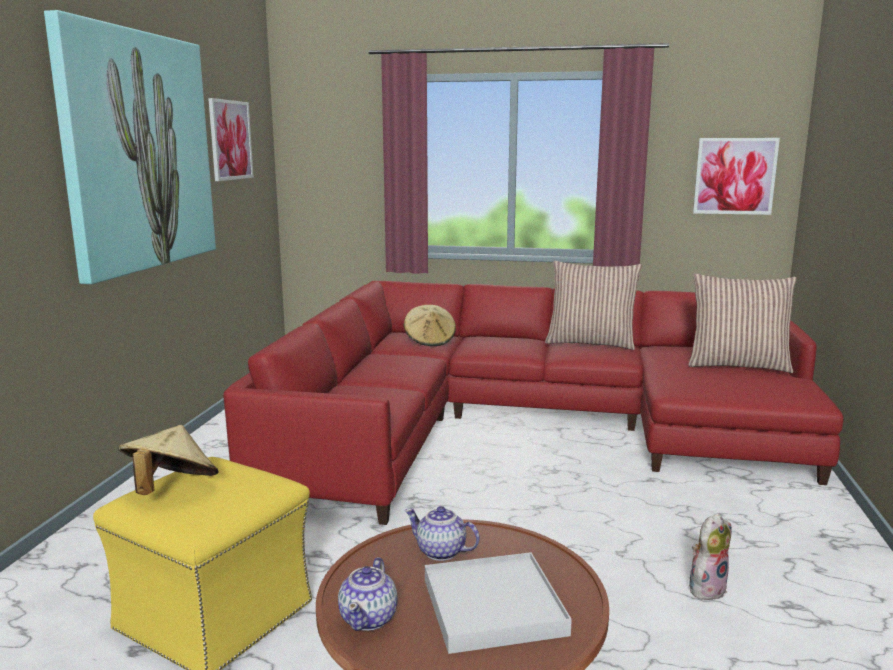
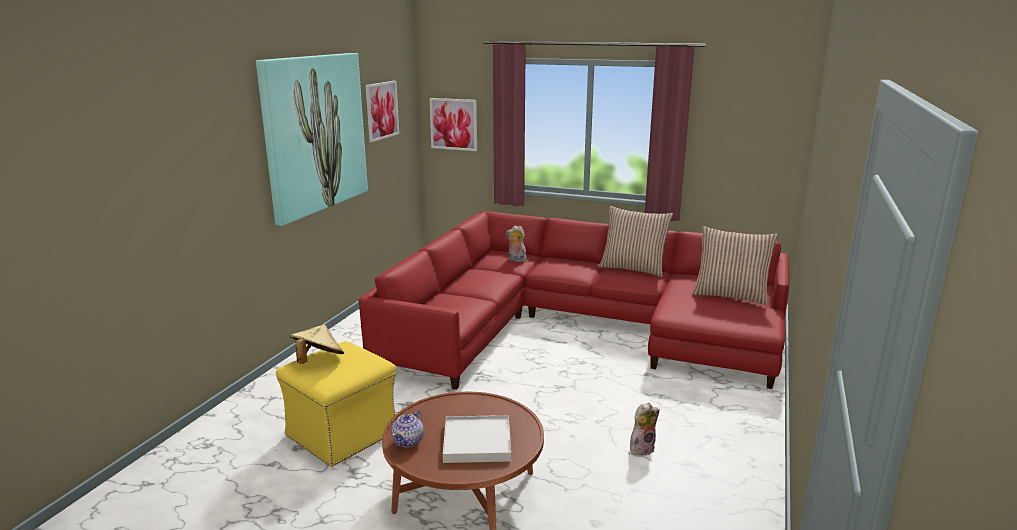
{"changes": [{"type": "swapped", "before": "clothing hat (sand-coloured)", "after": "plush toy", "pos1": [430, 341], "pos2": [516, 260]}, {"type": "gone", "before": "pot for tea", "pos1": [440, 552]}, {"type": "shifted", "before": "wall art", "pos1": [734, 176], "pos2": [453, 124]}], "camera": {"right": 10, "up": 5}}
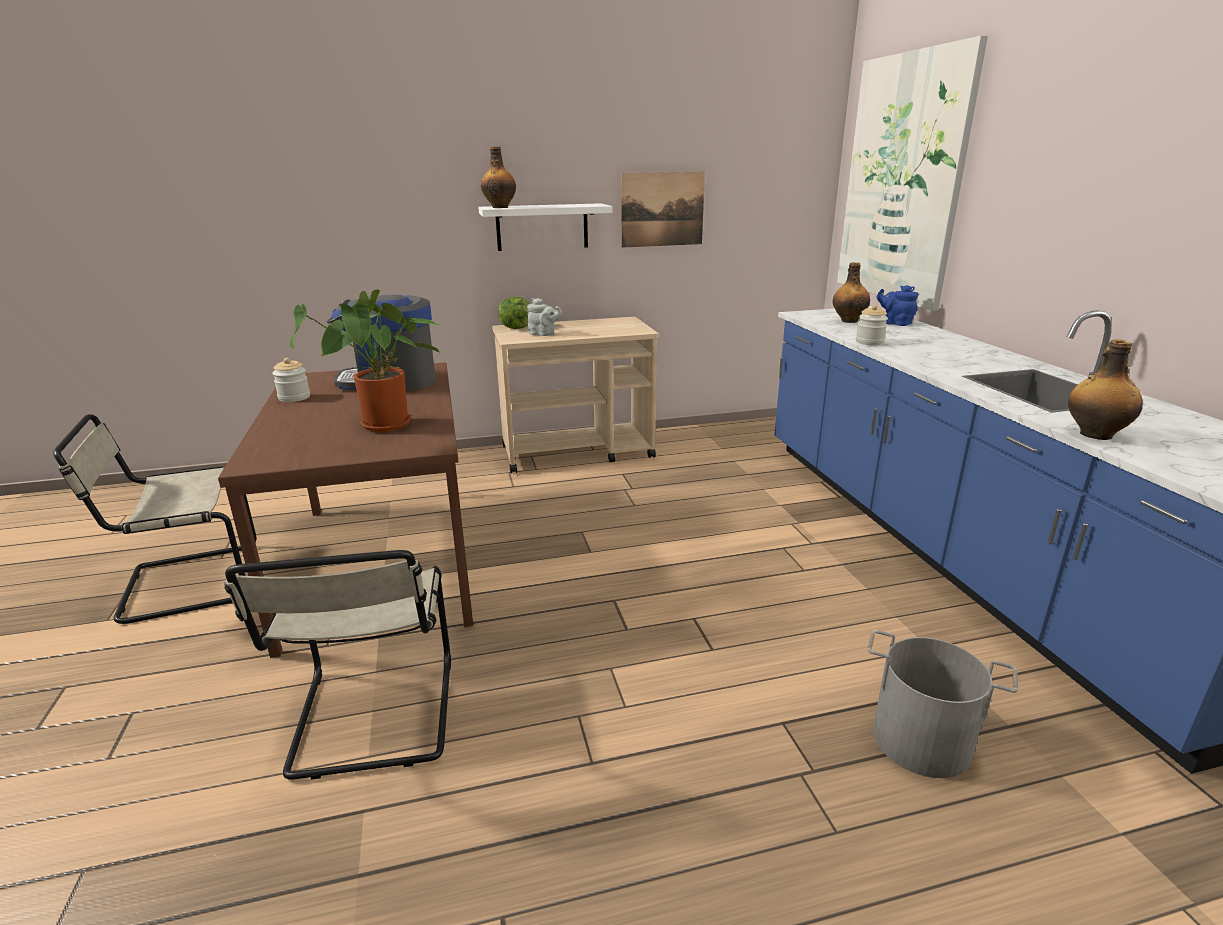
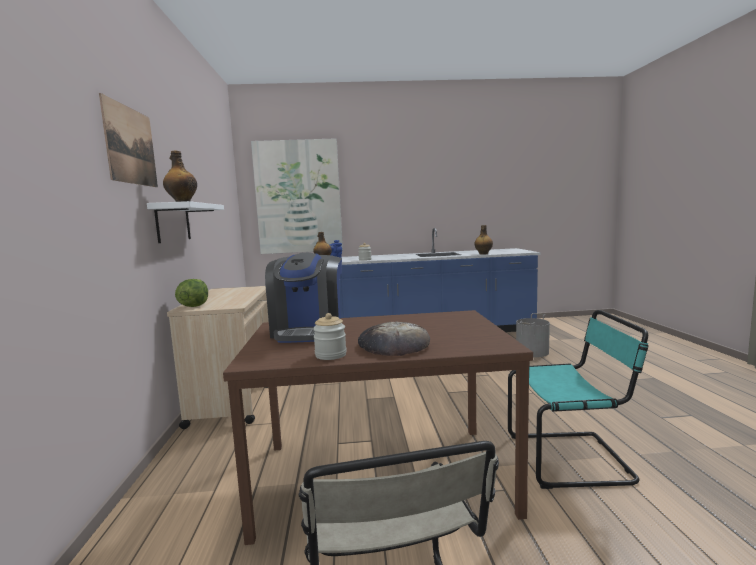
{"changes": [{"type": "repainted", "before": "plain chair (sand-coloured)", "after": "plain chair (blue-green)", "pos1": [373, 719], "pos2": [573, 458]}, {"type": "gone", "before": "plant in a pot", "pos1": [385, 427]}, {"type": "gone", "before": "pot for tea (greyish)", "pos1": [543, 334]}, {"type": "shifted", "before": "wall art", "pos1": [662, 209], "pos2": [131, 145]}, {"type": "new", "after": "bakery bread", "pos2": [394, 345]}], "camera": {"right": -80, "up": -15}}
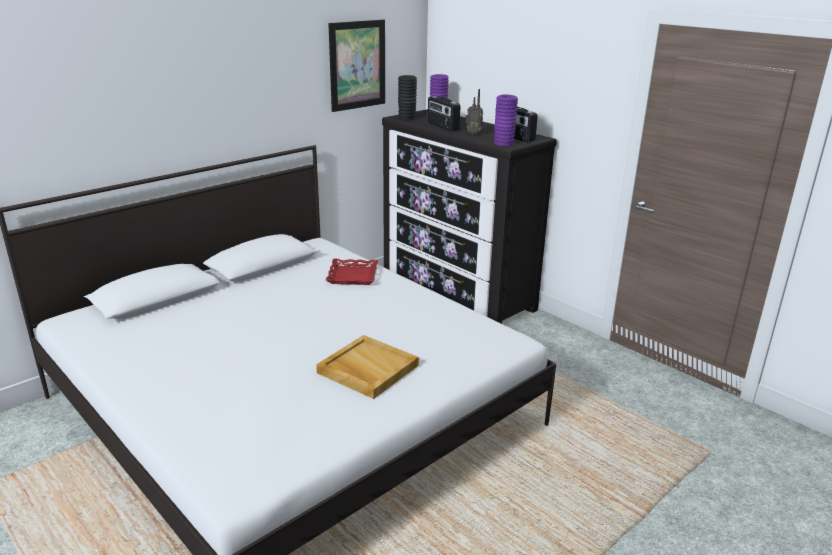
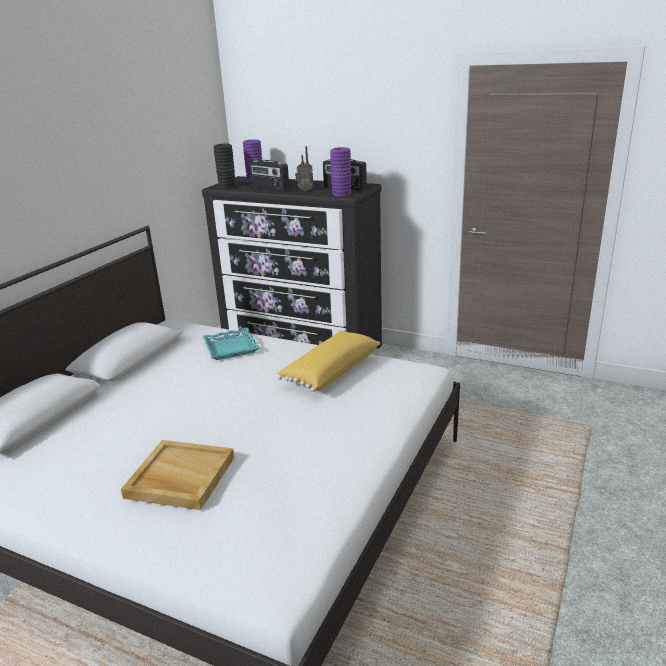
{"changes": [{"type": "shifted", "before": "serving tray (sand-coloured)", "pos1": [367, 369], "pos2": [179, 477]}, {"type": "repainted", "before": "serving tray (red-coloured)", "after": "serving tray (blue-green)", "pos1": [353, 276], "pos2": [231, 348]}, {"type": "gone", "before": "wall art", "pos1": [357, 65]}, {"type": "new", "after": "cushion (yellow)", "pos2": [330, 371]}], "camera": {"right": -20, "up": 0}}
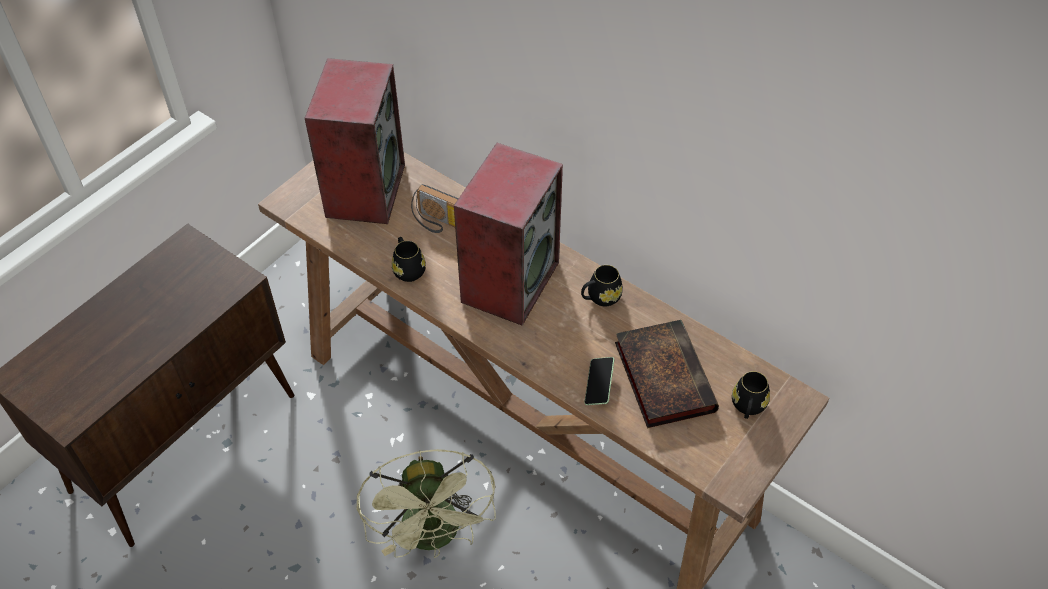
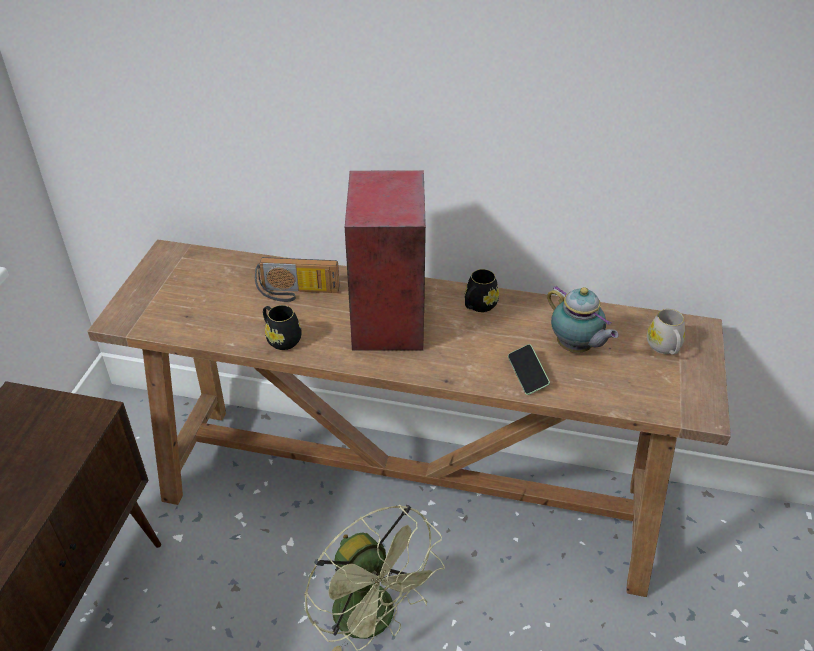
{"changes": [{"type": "gone", "before": "loudspeaker", "pos1": [364, 189]}, {"type": "swapped", "before": "volume", "after": "pot for tea", "pos1": [662, 375], "pos2": [575, 348]}, {"type": "repainted", "before": "tea mug (blackish)", "after": "tea mug (whitish)", "pos1": [747, 407], "pos2": [665, 348]}], "camera": {"right": -25, "up": -10}}
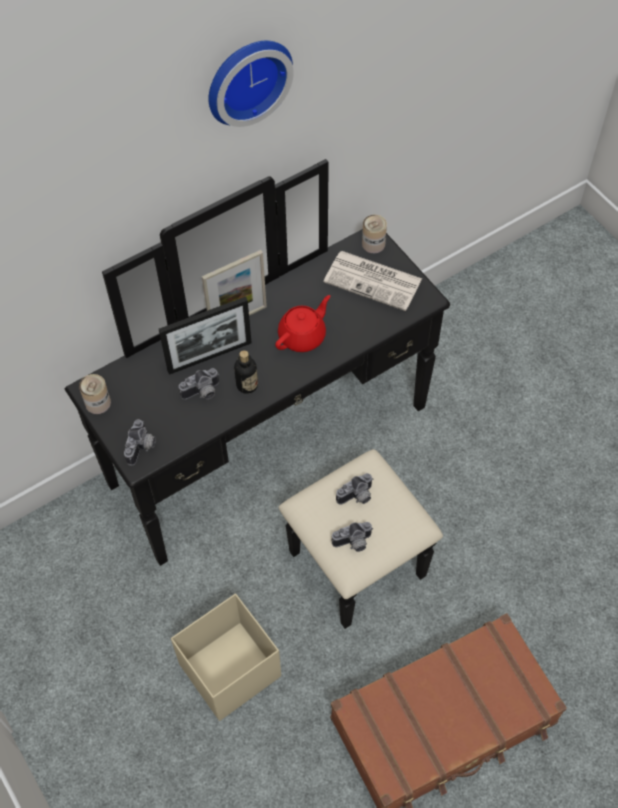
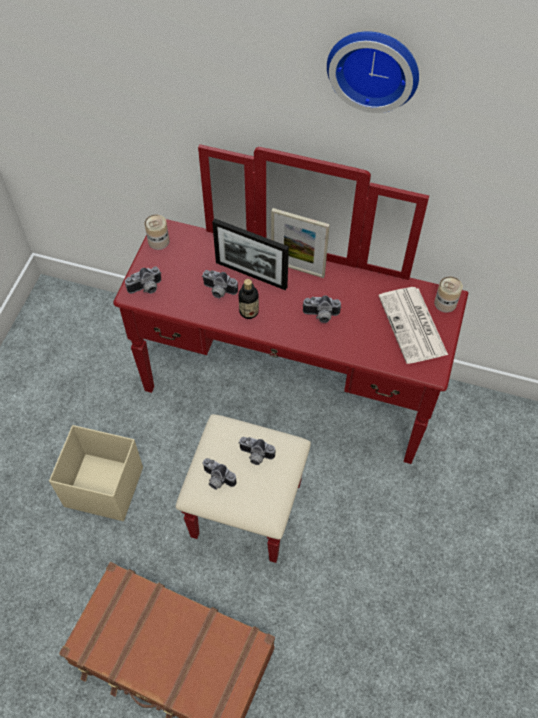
{"changes": [{"type": "repainted", "before": "drawer chest (blackish)", "after": "drawer chest (red-coloured)", "pos1": [290, 470], "pos2": [280, 414]}, {"type": "swapped", "before": "pot for tea (red-coloured)", "after": "photo camera", "pos1": [303, 336], "pos2": [321, 316]}], "camera": {"right": 50, "up": 0}}
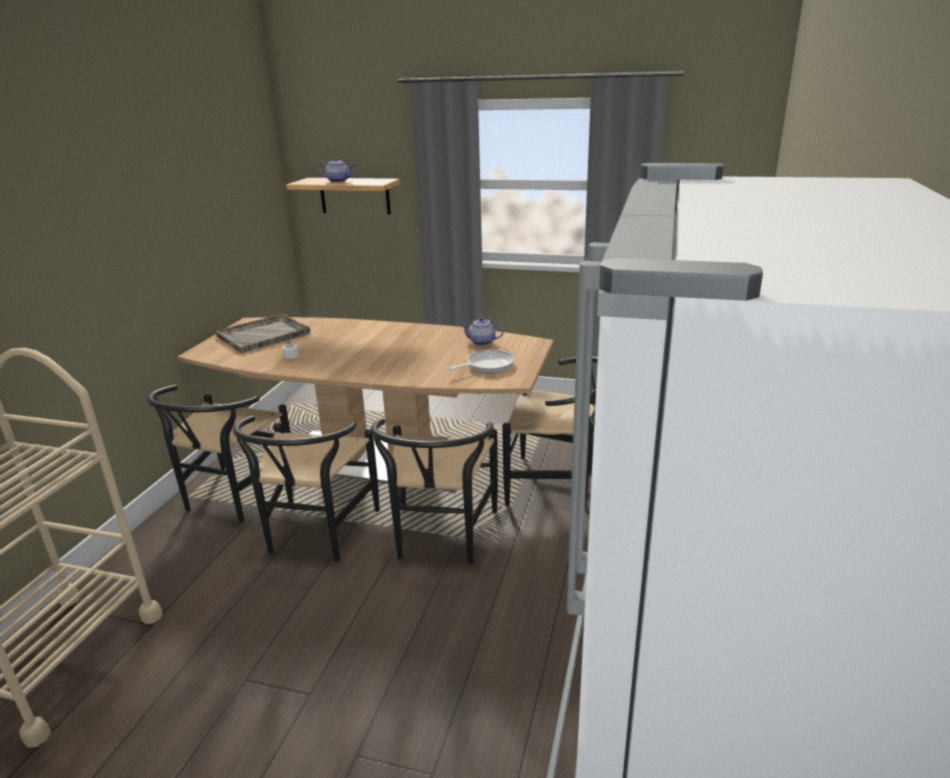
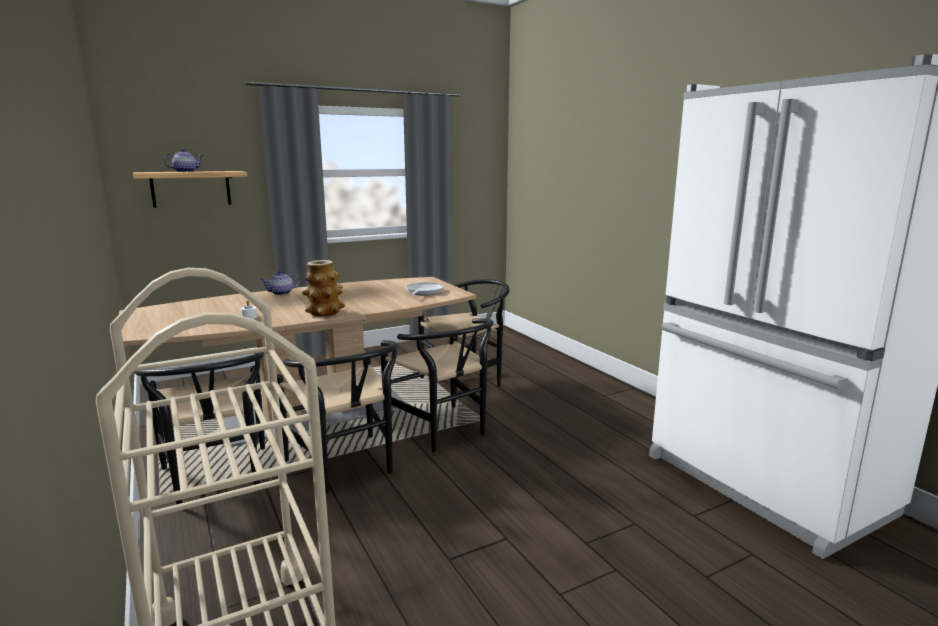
{"changes": [{"type": "gone", "before": "serving tray (greyish)", "pos1": [264, 334]}, {"type": "shifted", "before": "pot for tea", "pos1": [481, 342], "pos2": [281, 293]}, {"type": "new", "after": "flower vase", "pos2": [324, 312]}], "camera": {"right": -45, "up": -10}}
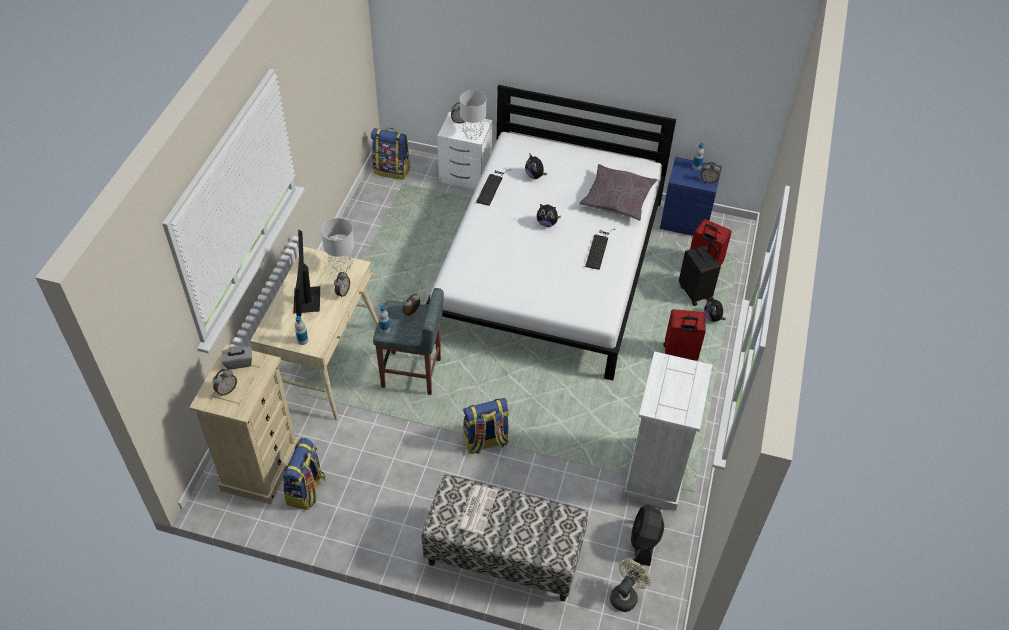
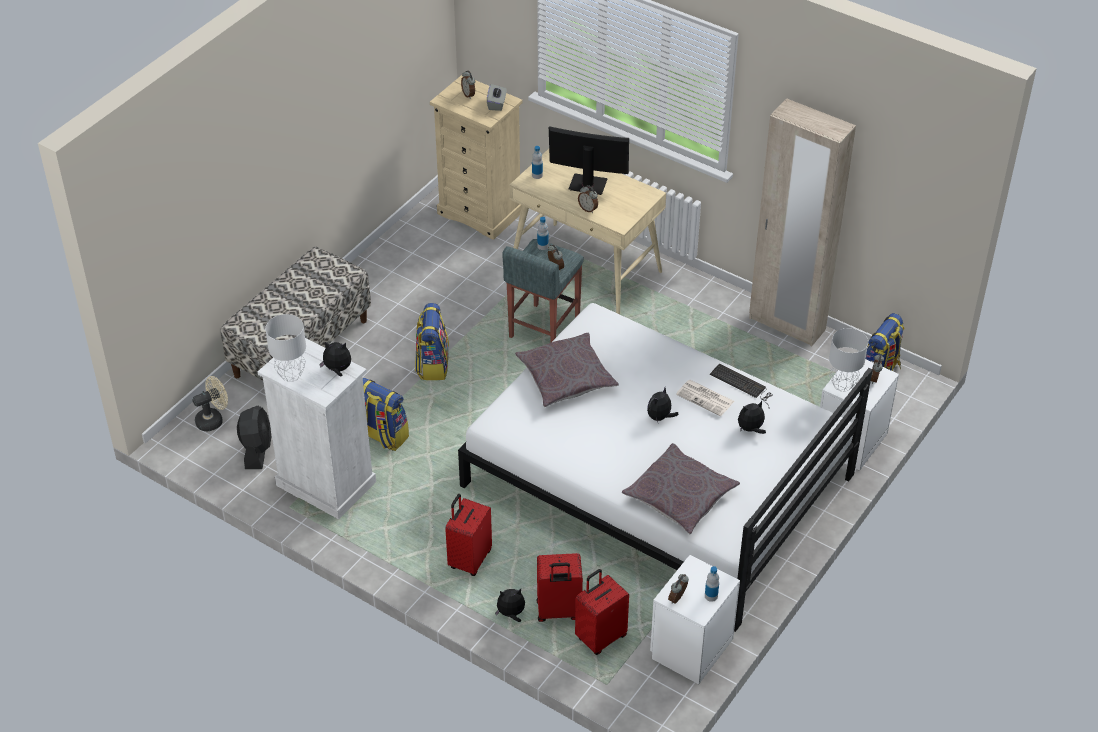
{"changes": [{"type": "shifted", "before": "backpack", "pos1": [306, 490], "pos2": [382, 436]}, {"type": "shifted", "before": "lamp for a table (greyish)", "pos1": [342, 266], "pos2": [292, 375]}, {"type": "shifted", "before": "daily paper", "pos1": [477, 509], "pos2": [706, 398]}, {"type": "gone", "before": "PC keyboard", "pos1": [598, 248]}, {"type": "rotated", "before": "fan (sand-coloured)", "pos1": [626, 595], "pos2": [213, 420], "turn": -90}, {"type": "rotated", "before": "fan (blackish)", "pos1": [644, 542], "pos2": [257, 450], "turn": 60}, {"type": "repainted", "before": "night table (blue-coloured)", "after": "night table (whitish)", "pos1": [686, 222], "pos2": [690, 648]}, {"type": "repainted", "before": "travel case (blackish)", "after": "travel case (red-coloured)", "pos1": [695, 293], "pos2": [558, 611]}, {"type": "new", "after": "plush toy", "pos2": [337, 370]}, {"type": "new", "after": "cushion (greyish)", "pos2": [566, 377]}, {"type": "new", "after": "clothes cupboard (sand-coloured)", "pos2": [786, 324]}], "camera": {"right": 110, "up": -5}}
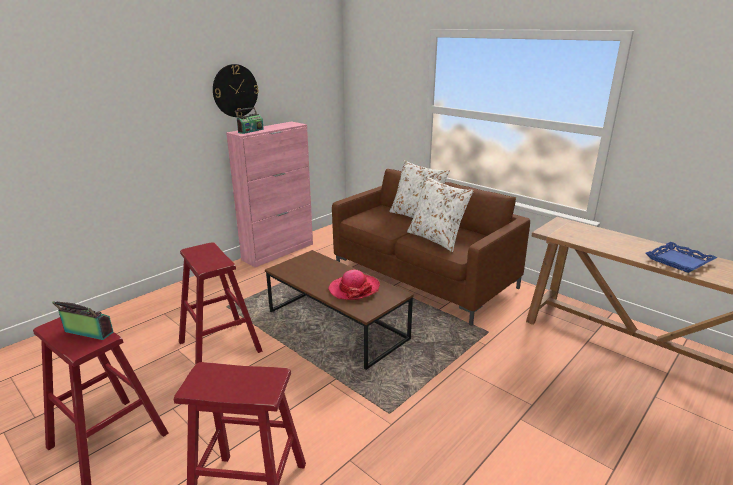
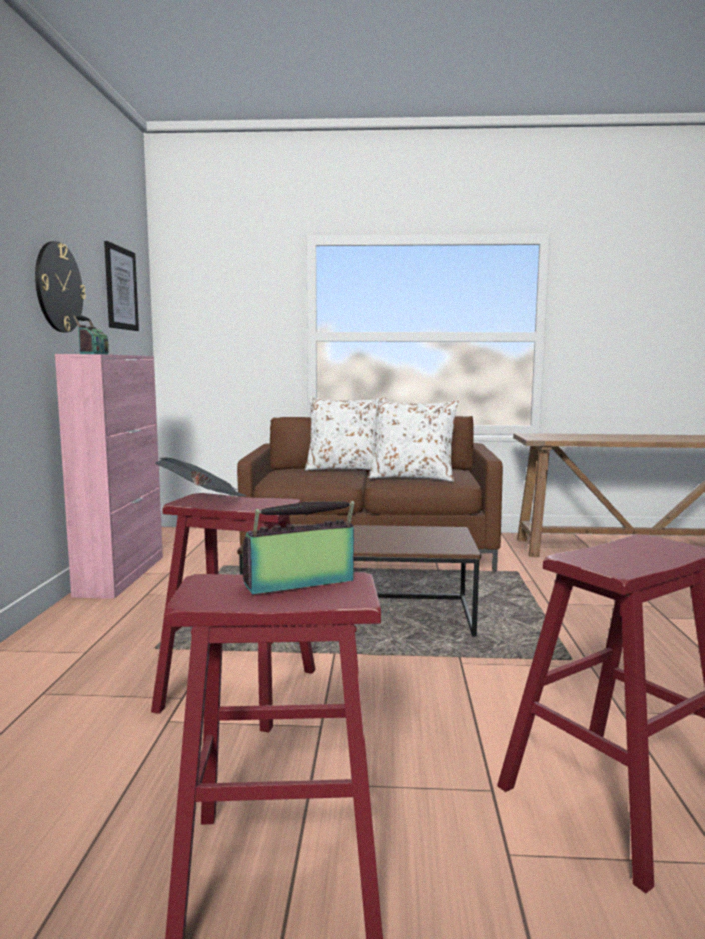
{"changes": [{"type": "gone", "before": "clothing hat", "pos1": [354, 289]}, {"type": "gone", "before": "serving tray (blue-coloured)", "pos1": [679, 261]}, {"type": "new", "after": "wall art", "pos2": [120, 288]}, {"type": "new", "after": "daily paper", "pos2": [203, 502]}], "camera": {"right": -40, "up": -15}}
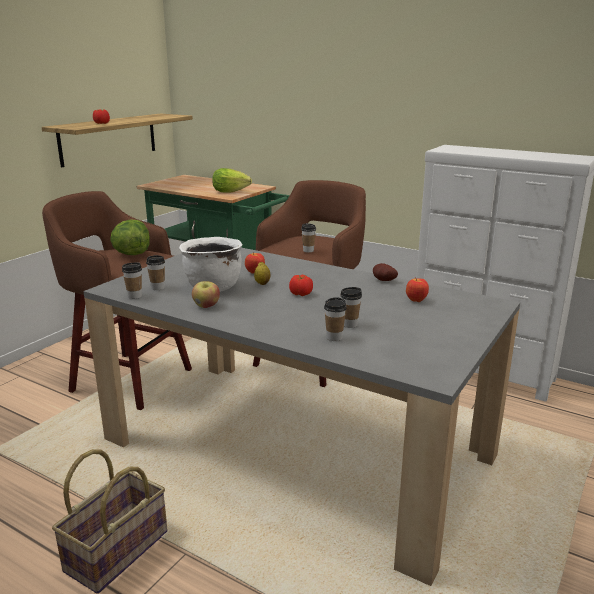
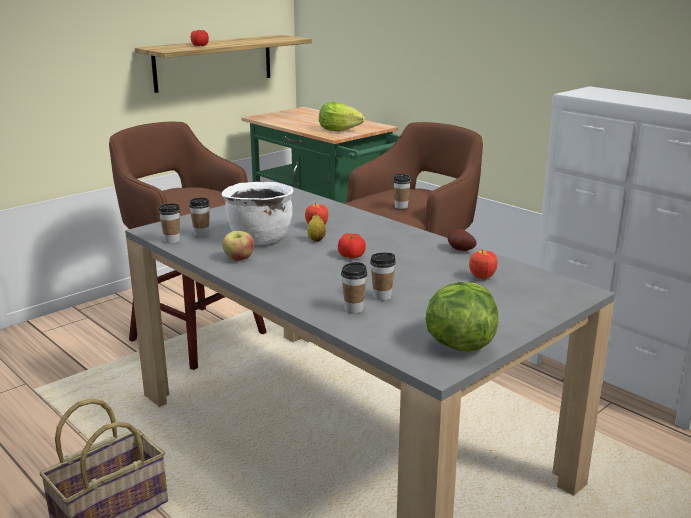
{"changes": [{"type": "shifted", "before": "lettuce head", "pos1": [132, 254], "pos2": [458, 344]}], "camera": {"right": 15, "up": 0}}
